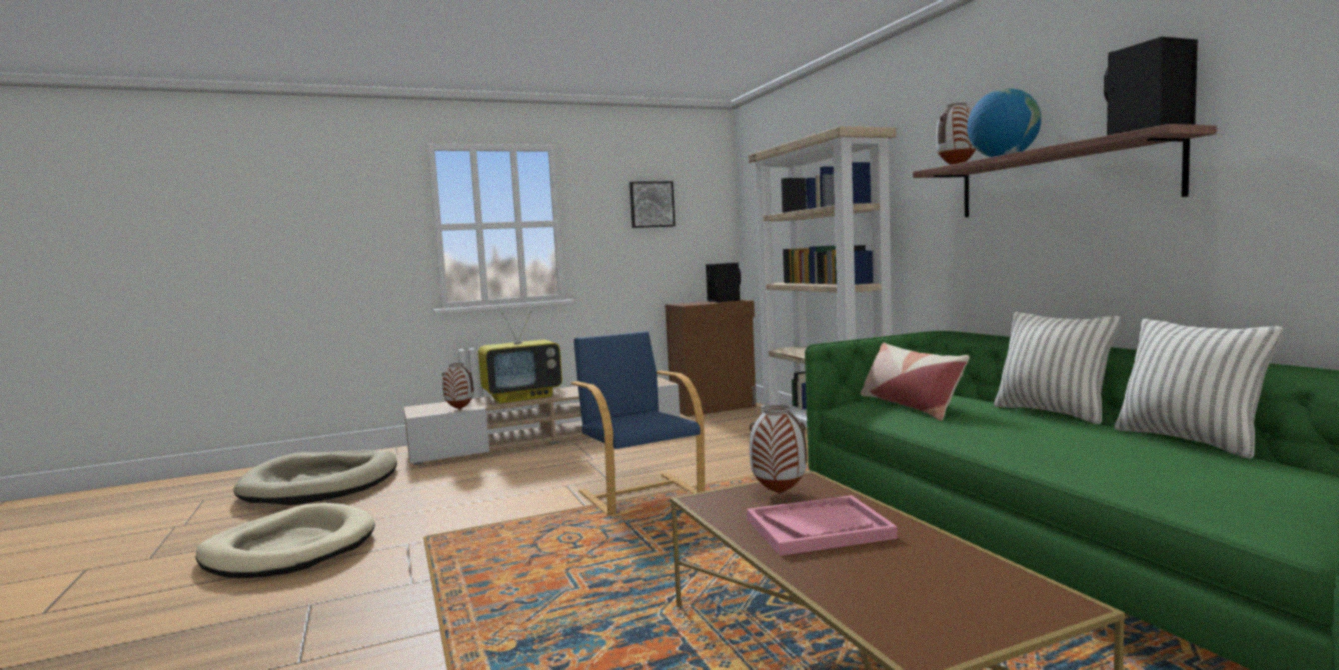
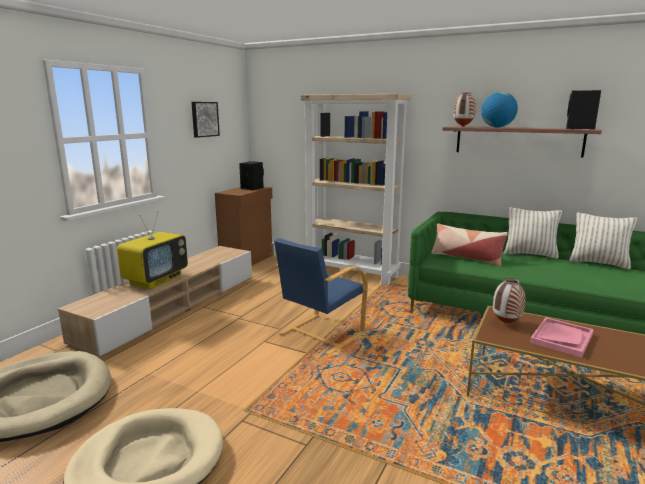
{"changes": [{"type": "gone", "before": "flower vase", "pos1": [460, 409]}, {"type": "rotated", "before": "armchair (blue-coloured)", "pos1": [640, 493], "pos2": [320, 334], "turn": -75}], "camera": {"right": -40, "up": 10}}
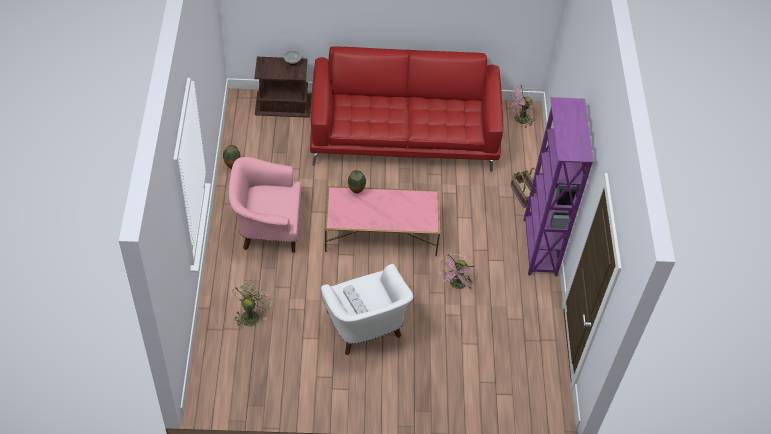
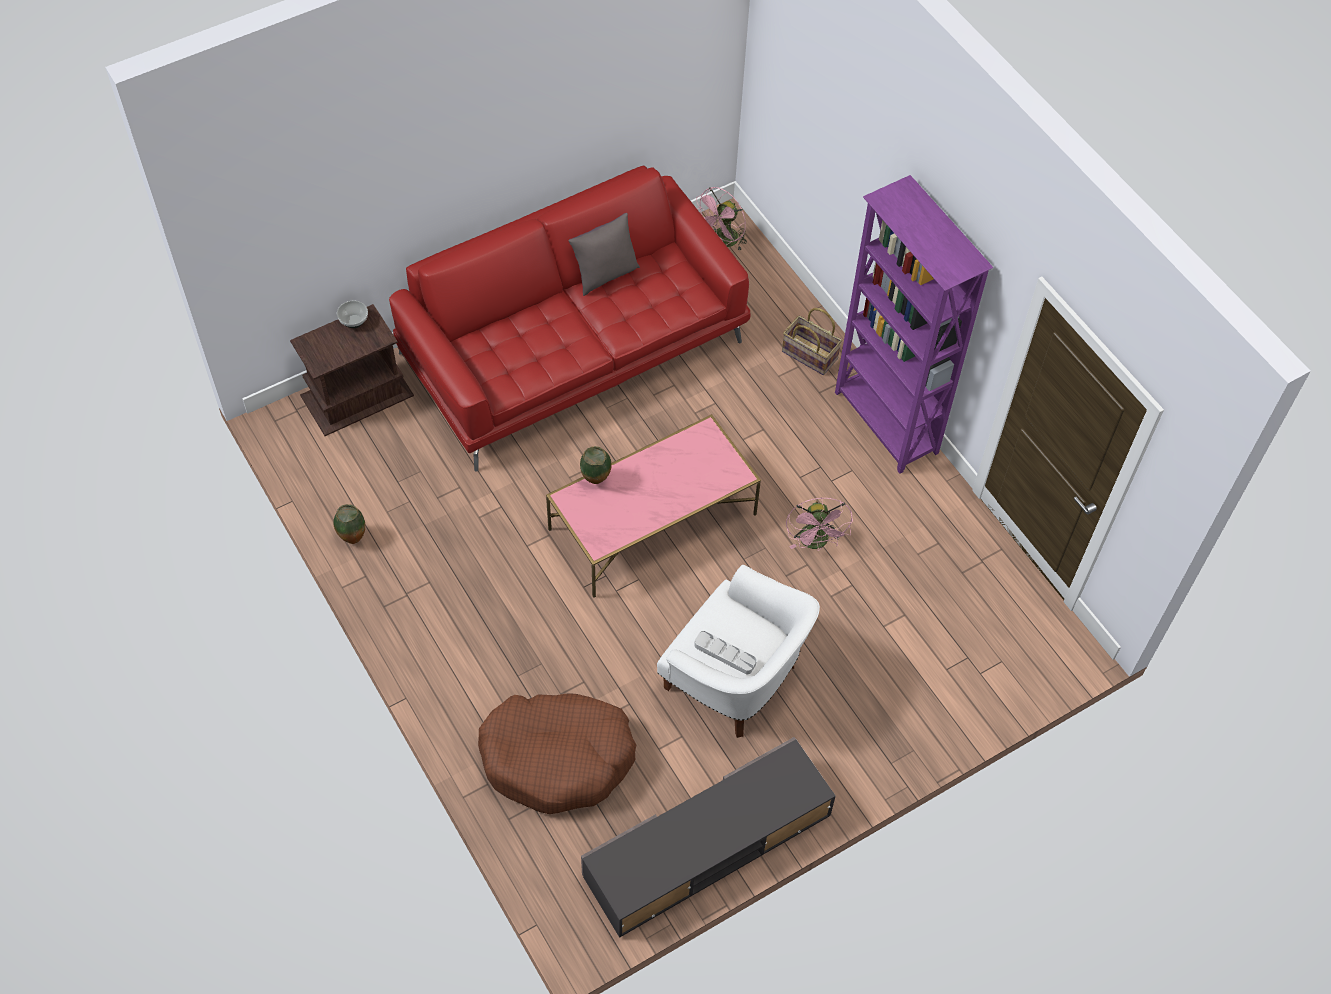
{"changes": [{"type": "gone", "before": "armchair (pink)", "pos1": [267, 228]}, {"type": "swapped", "before": "fan (green-coloured)", "after": "dog bed (brown)", "pos1": [251, 314], "pos2": [557, 758]}, {"type": "new", "after": "cushion (greyish)", "pos2": [605, 275]}, {"type": "new", "after": "tv unit (greyish)", "pos2": [707, 846]}], "camera": {"right": -30, "up": 5}}
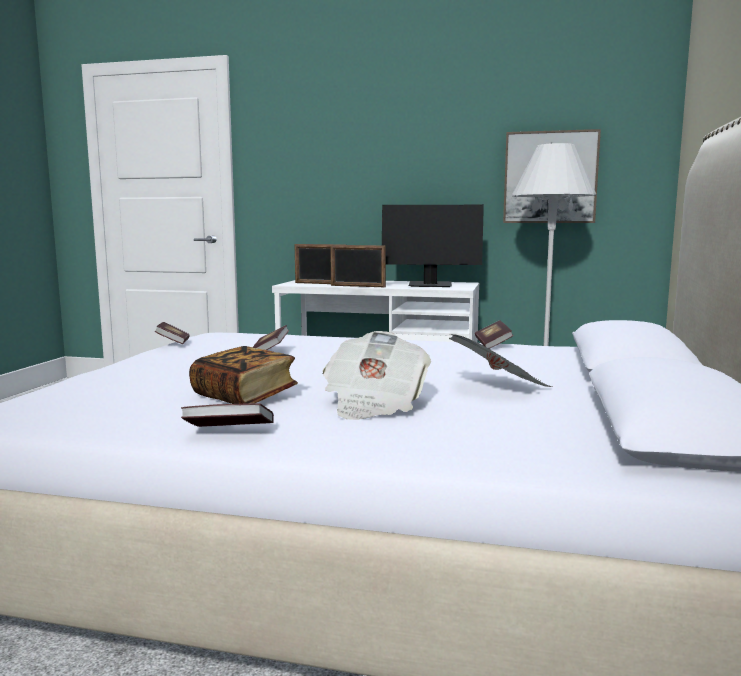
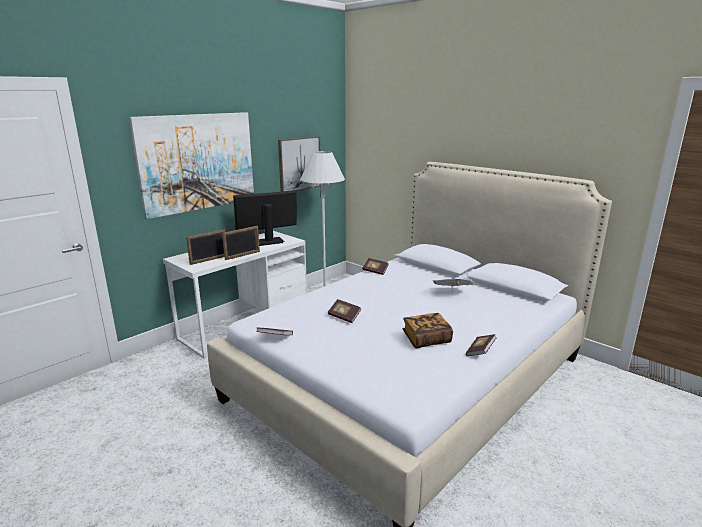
{"changes": [{"type": "gone", "before": "daily paper", "pos1": [373, 404]}, {"type": "rotated", "before": "monitor", "pos1": [430, 285], "pos2": [269, 241], "turn": -150}, {"type": "new", "after": "wall art", "pos2": [197, 162]}], "camera": {"right": -60, "up": 10}}
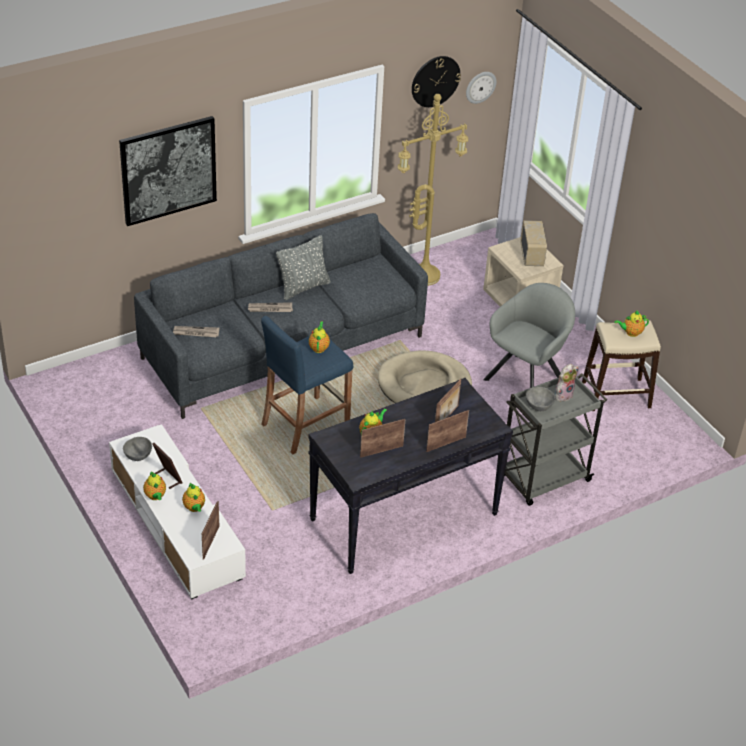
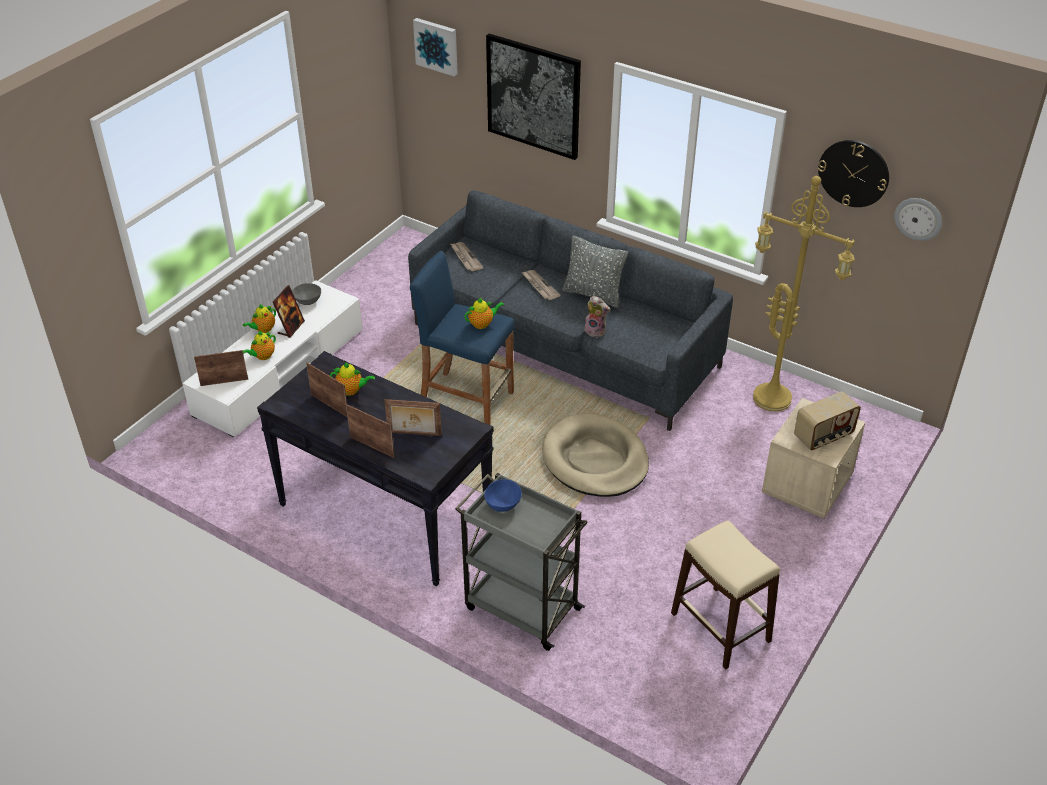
{"changes": [{"type": "gone", "before": "armchair (greyish)", "pos1": [527, 377]}, {"type": "repainted", "before": "bowl (greyish)", "after": "bowl (blue-coloured)", "pos1": [538, 406], "pos2": [503, 504]}, {"type": "shifted", "before": "plush toy", "pos1": [563, 394], "pos2": [596, 331]}, {"type": "gone", "before": "pot for tea", "pos1": [631, 333]}, {"type": "new", "after": "wall art", "pos2": [437, 46]}], "camera": {"right": 65, "up": 0}}
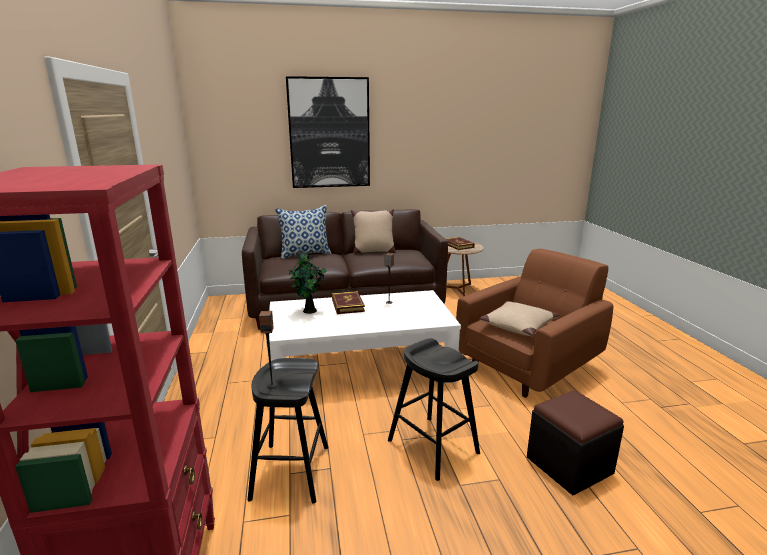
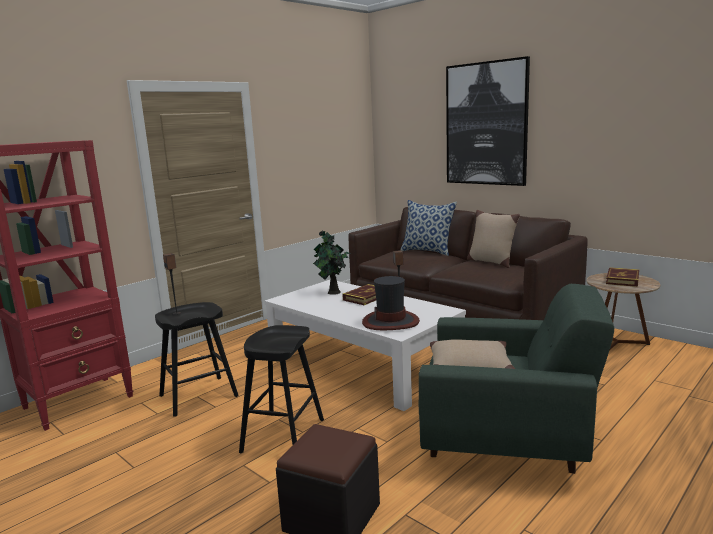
{"changes": [{"type": "repainted", "before": "armchair (brown)", "after": "armchair (green-coloured)", "pos1": [529, 365], "pos2": [507, 439]}, {"type": "new", "after": "clothing hat", "pos2": [391, 321]}], "camera": {"right": 55, "up": -5}}
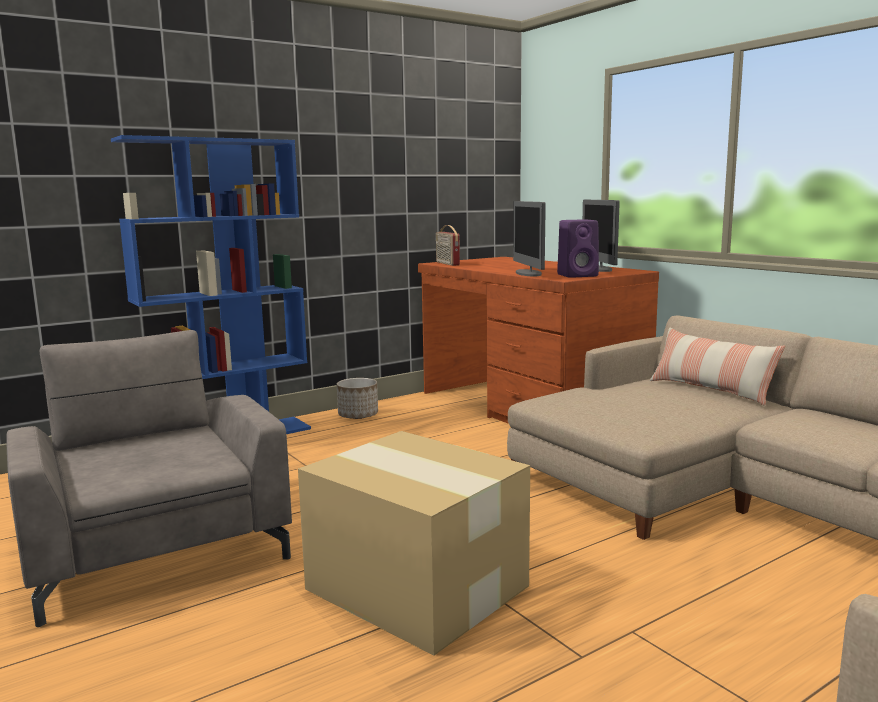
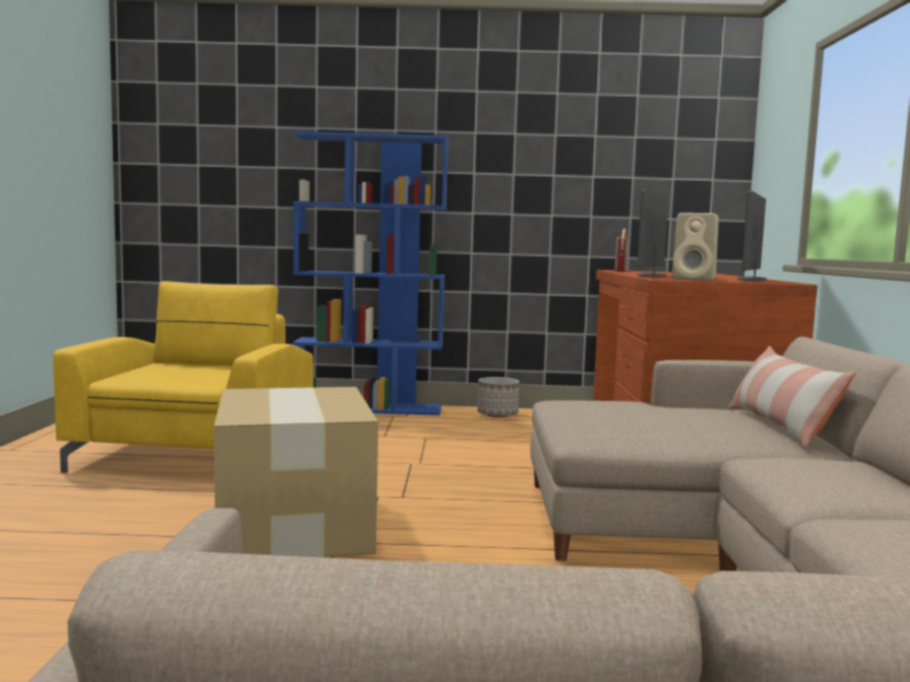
{"changes": [{"type": "repainted", "before": "armchair (greyish)", "after": "armchair (yellow)", "pos1": [152, 542], "pos2": [198, 451]}, {"type": "repainted", "before": "loudspeaker (purple-coloured)", "after": "loudspeaker (sand-coloured)", "pos1": [578, 275], "pos2": [695, 279]}], "camera": {"right": 35, "up": -5}}
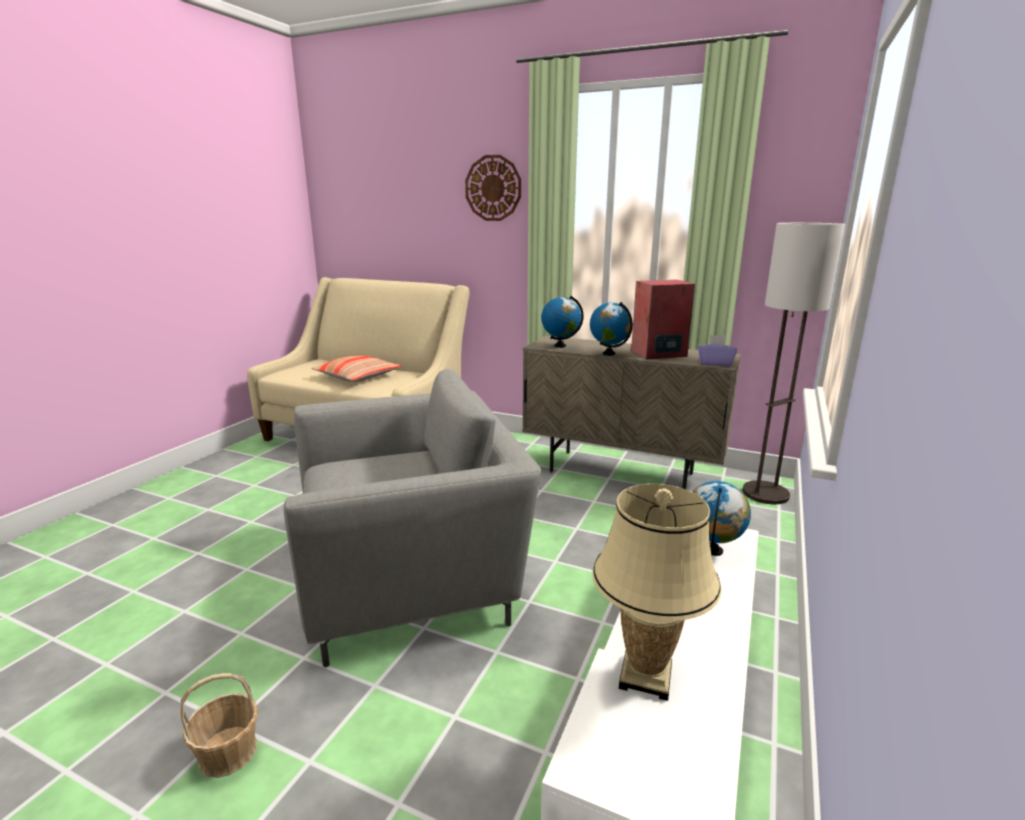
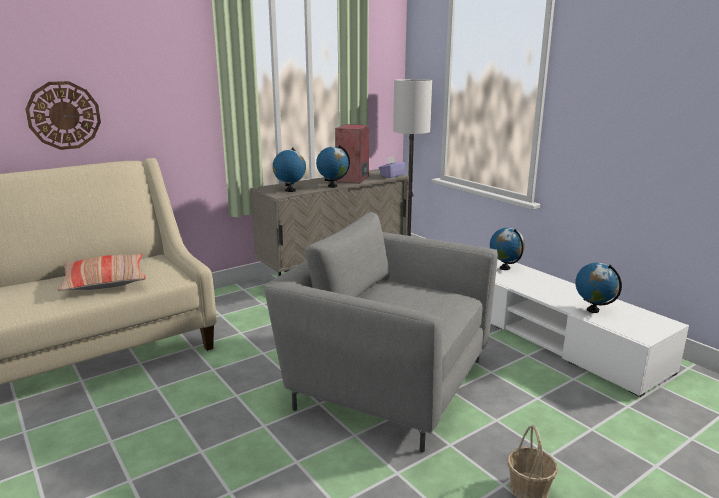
{"changes": [{"type": "rotated", "before": "armchair (greyish)", "pos1": [413, 575], "pos2": [386, 382], "turn": -75}, {"type": "shifted", "before": "clock on the wall", "pos1": [493, 188], "pos2": [64, 115]}, {"type": "swapped", "before": "lamp for a table (sand-coloured)", "after": "globe", "pos1": [646, 677], "pos2": [593, 310]}], "camera": {"right": -60, "up": 0}}
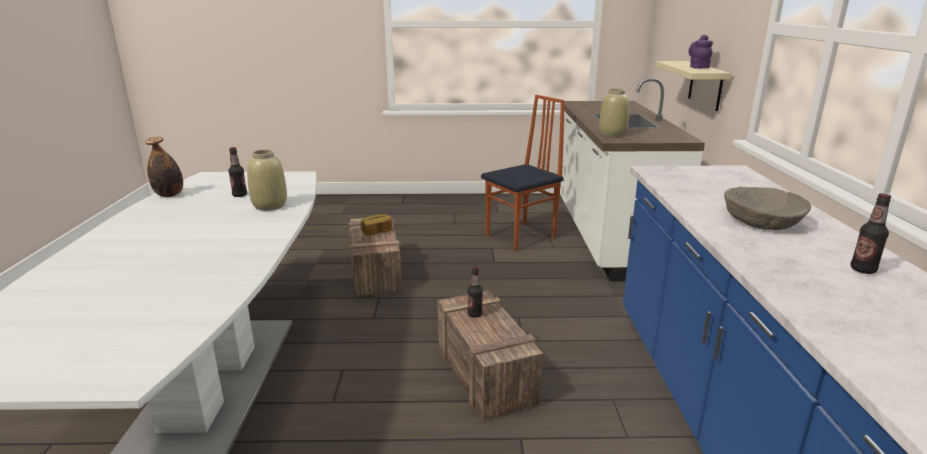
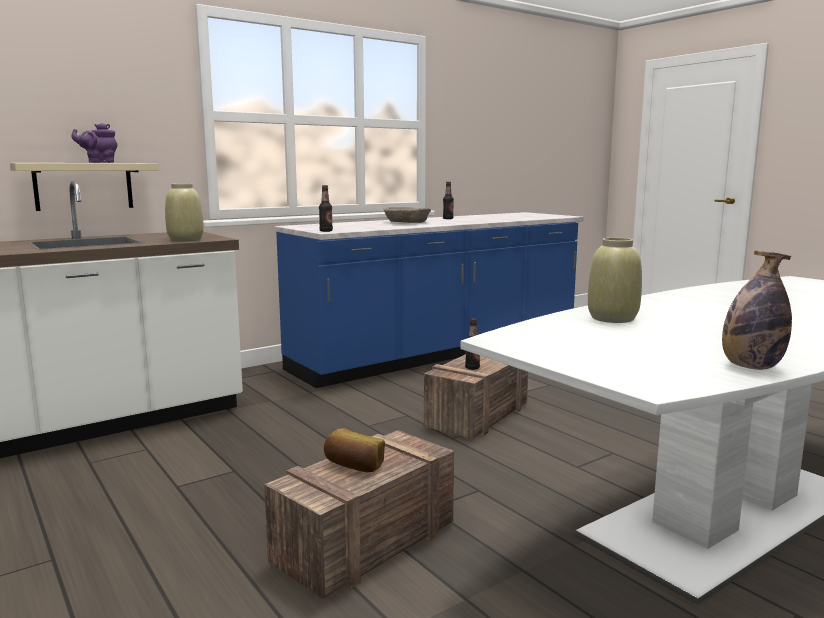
{"changes": [{"type": "shifted", "before": "beverage bottle", "pos1": [240, 195], "pos2": [326, 231]}, {"type": "gone", "before": "plain chair", "pos1": [521, 237]}], "camera": {"right": -125, "up": -10}}
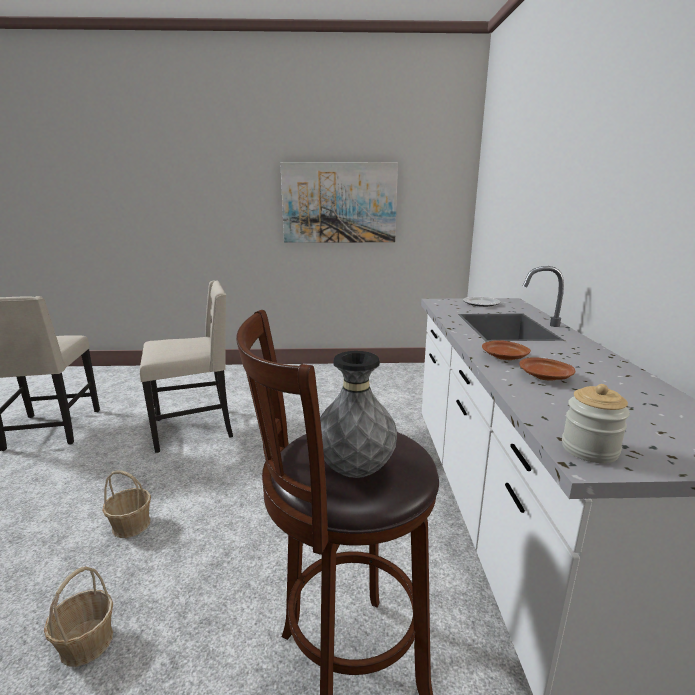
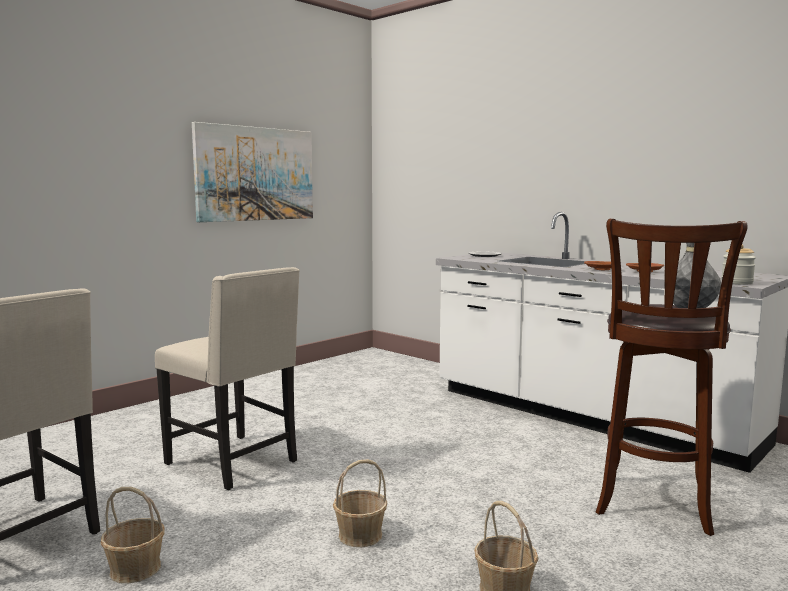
{"changes": [{"type": "rotated", "before": "plain chair (sand-coloured)", "pos1": [196, 428], "pos2": [235, 463], "turn": 105}, {"type": "new", "after": "storage basket", "pos2": [135, 569]}], "camera": {"right": -45, "up": -10}}
